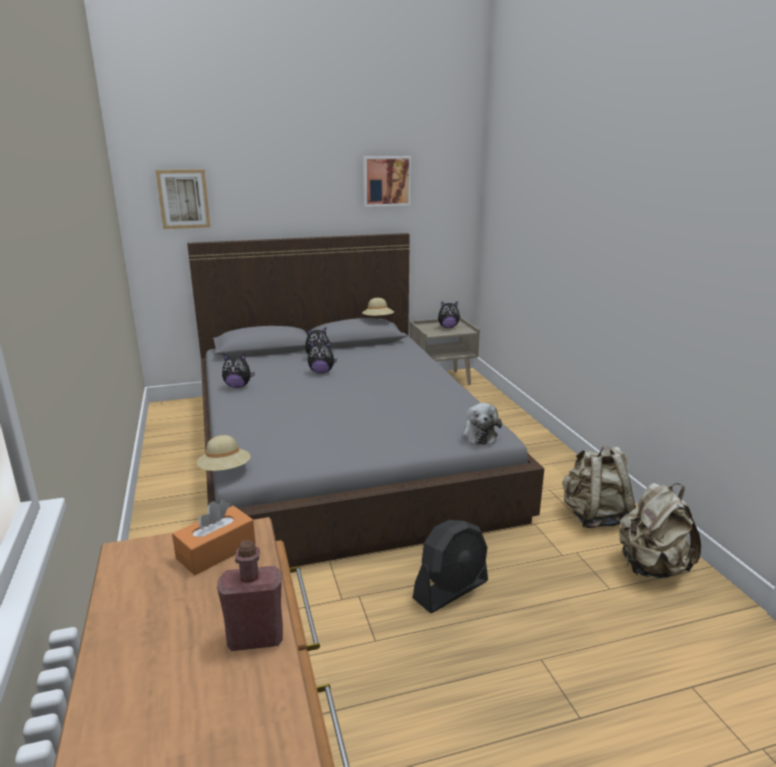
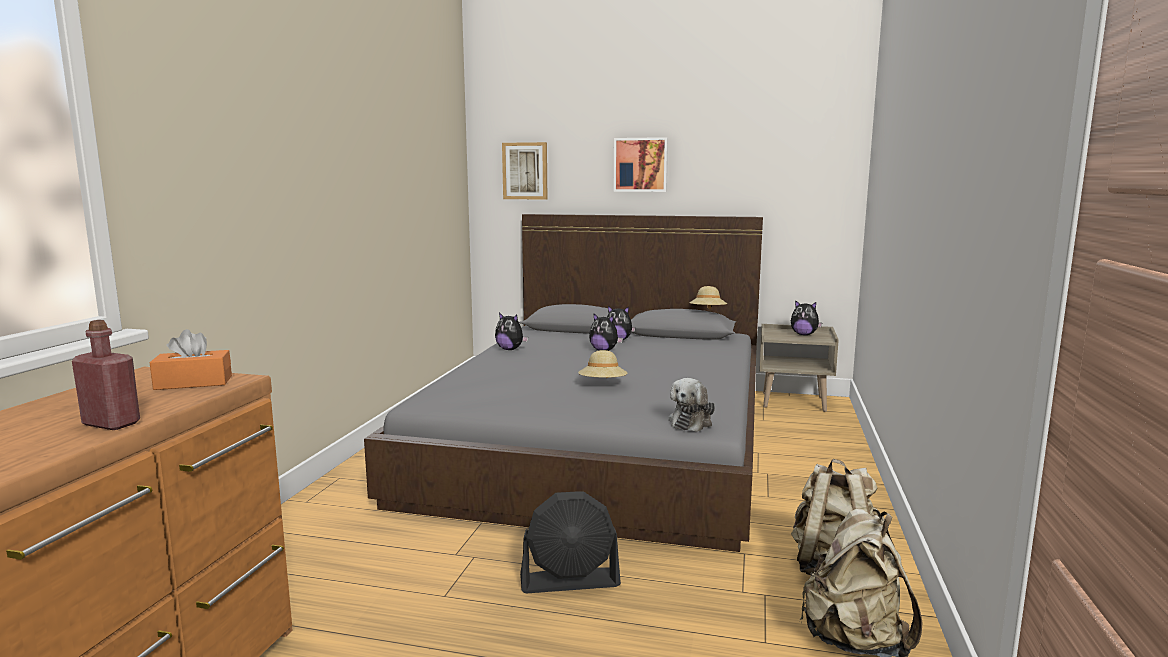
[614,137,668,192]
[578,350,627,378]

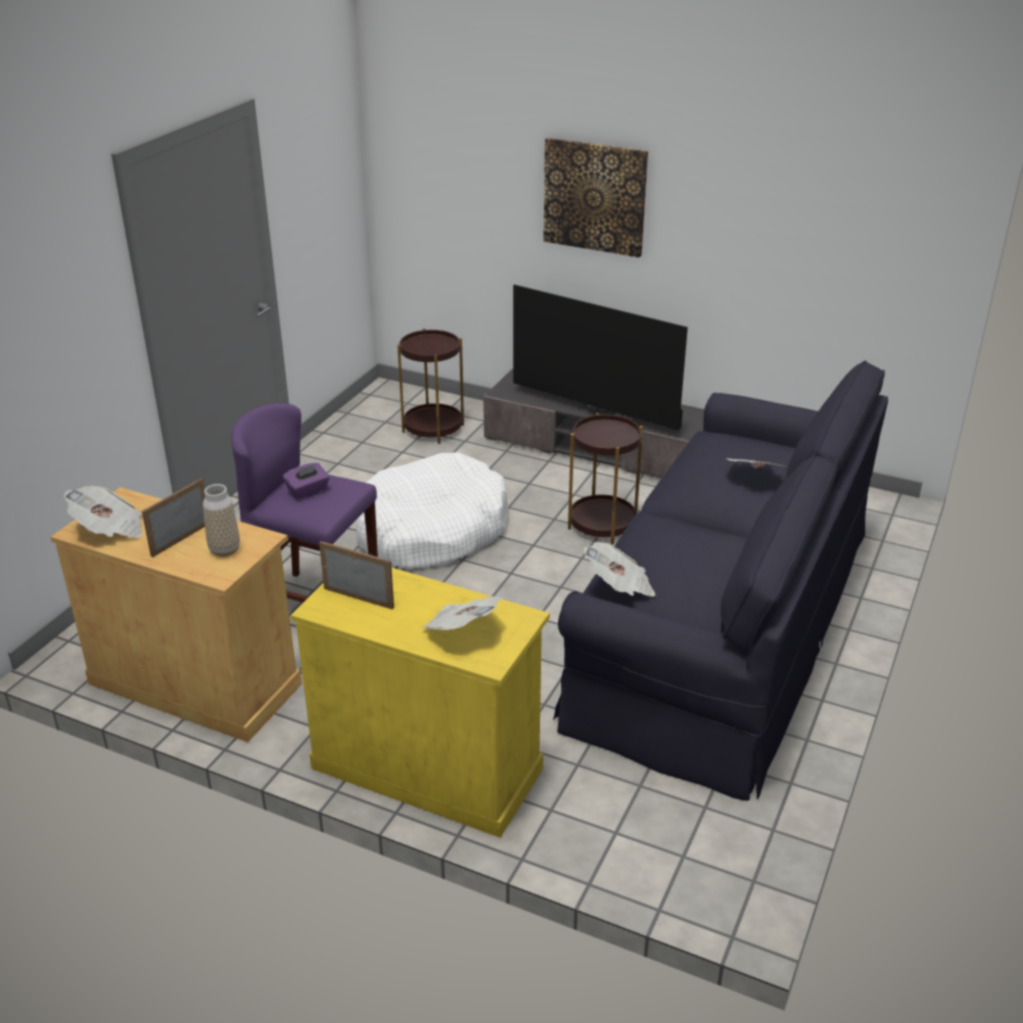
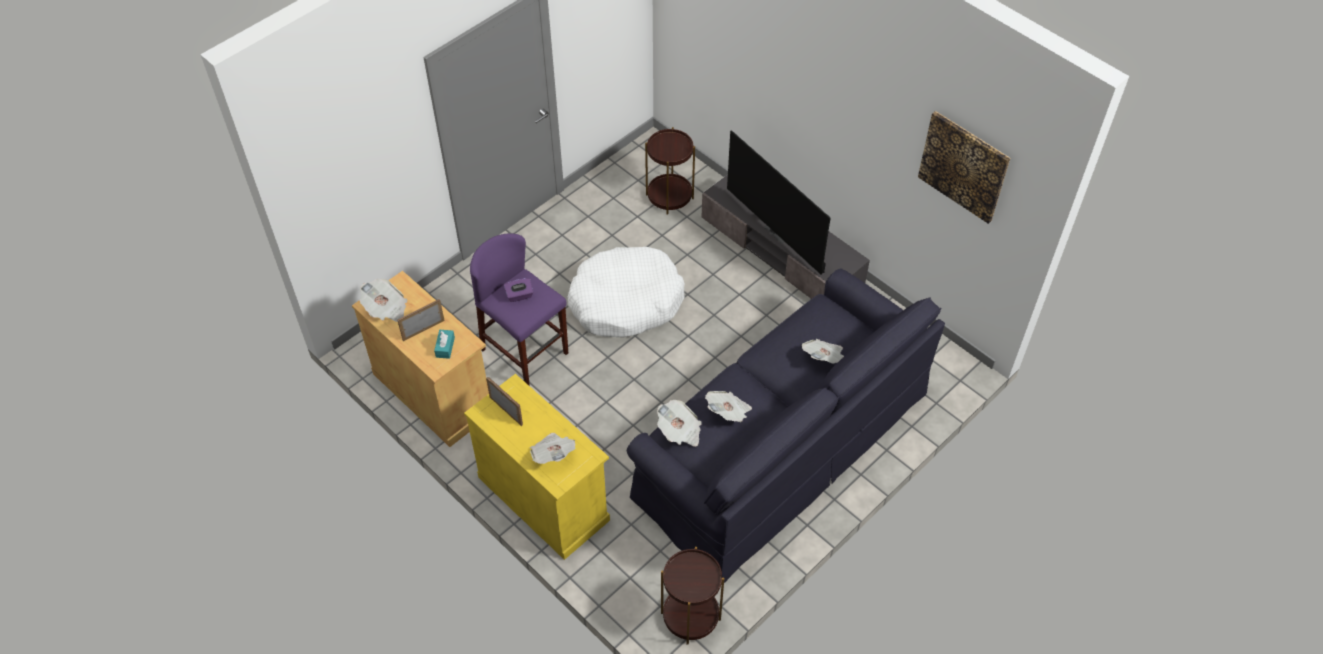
[918,111,1010,224]
[661,547,724,645]
[434,330,455,359]
[705,391,752,422]

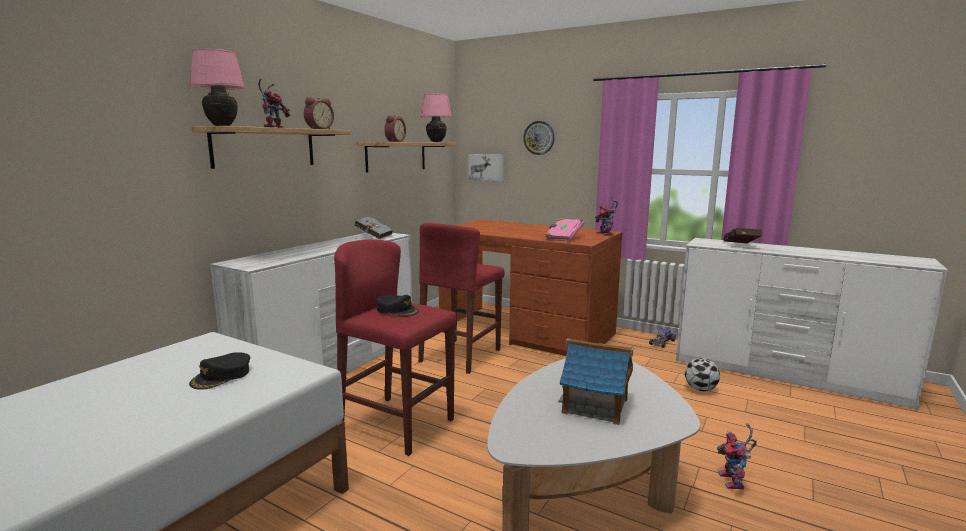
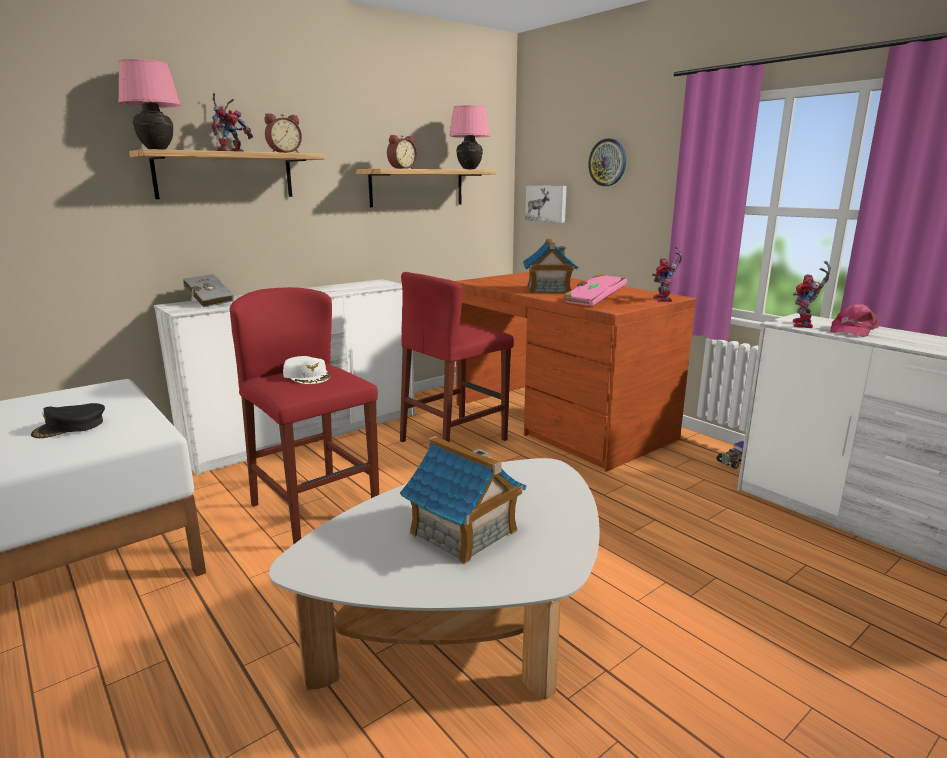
[183,274,234,308]
[830,303,879,337]
[283,356,330,384]
[685,358,720,391] (first image)
[793,261,831,328]
[523,239,578,294]

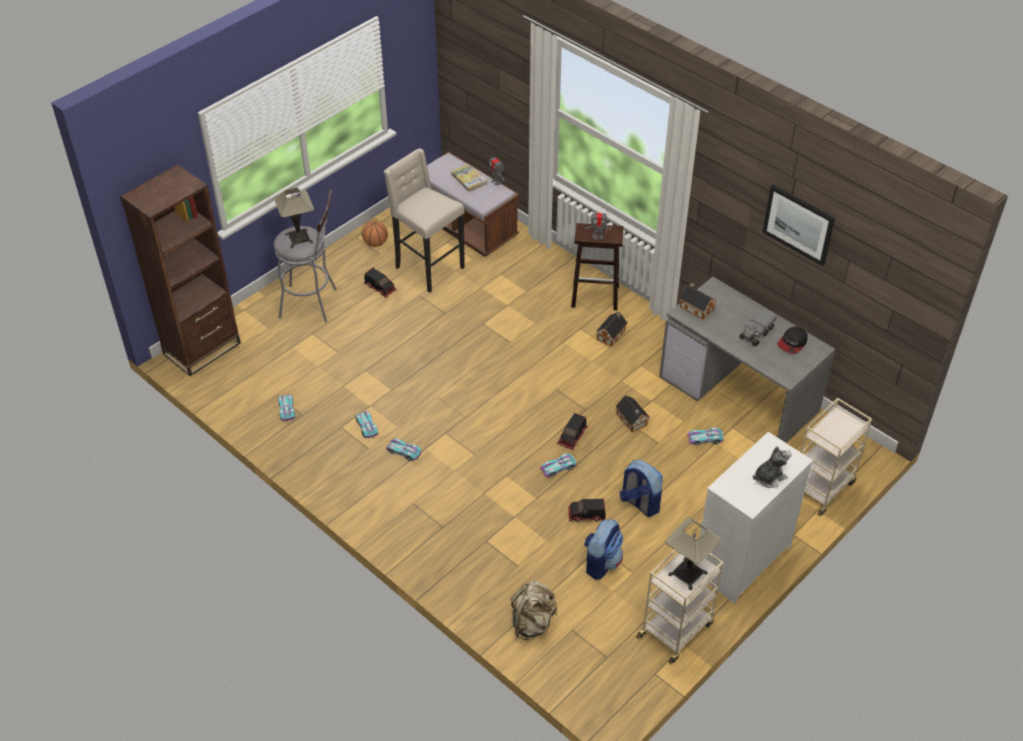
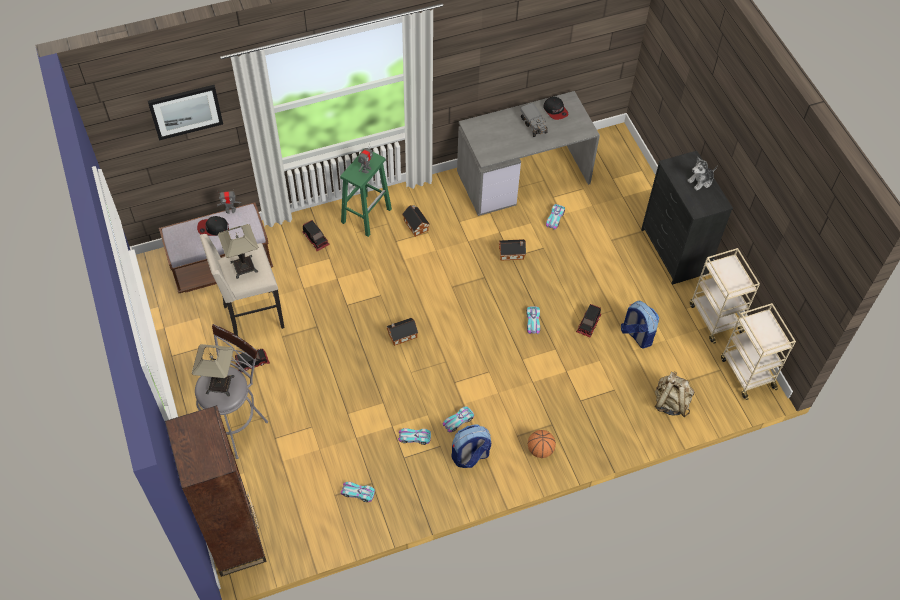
[197,216,229,236]
[148,85,223,140]
[528,430,556,458]
[340,148,392,237]
[386,318,418,346]
[721,303,796,400]
[302,220,330,251]
[641,151,733,285]
[687,156,717,190]
[451,424,491,468]
[218,224,258,279]

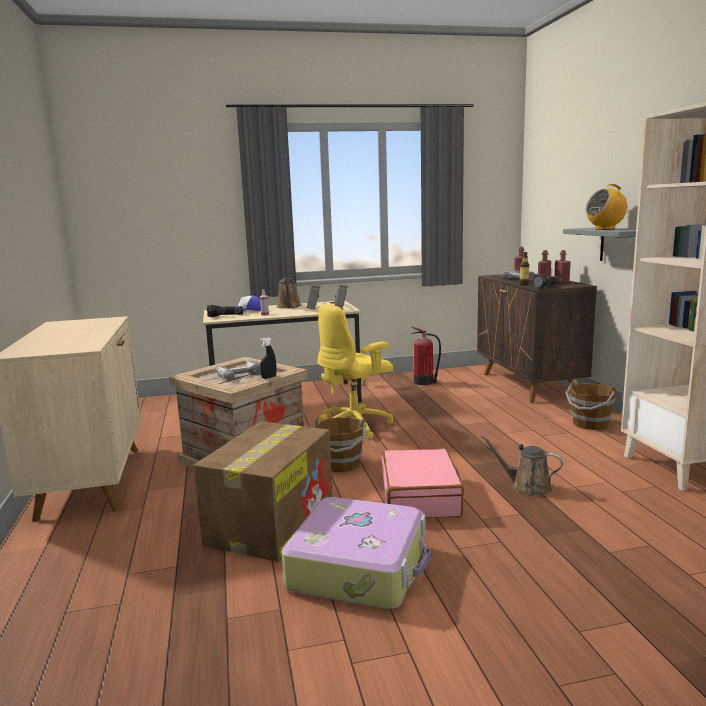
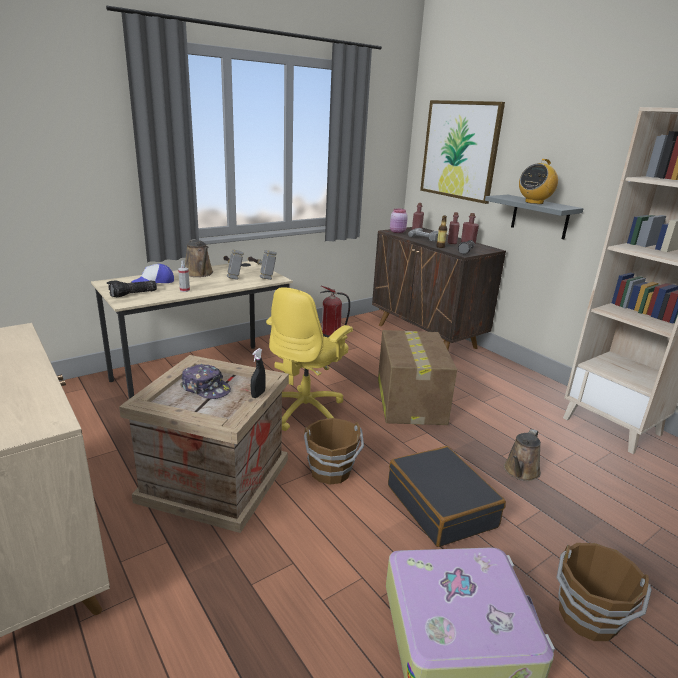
[180,364,231,399]
[556,543,652,641]
[378,330,457,425]
[504,429,541,481]
[388,446,506,547]
[420,100,505,204]
[390,208,408,233]

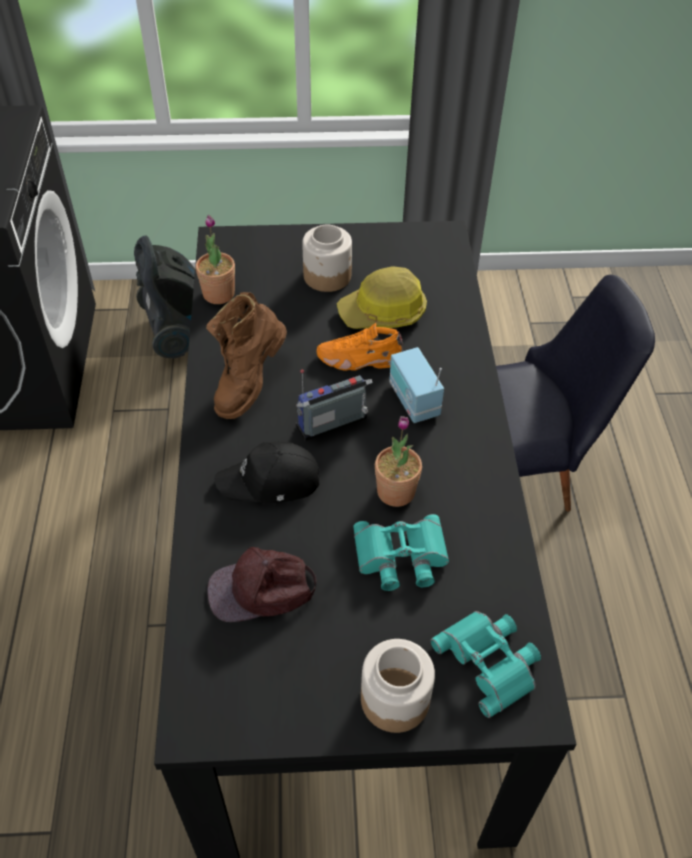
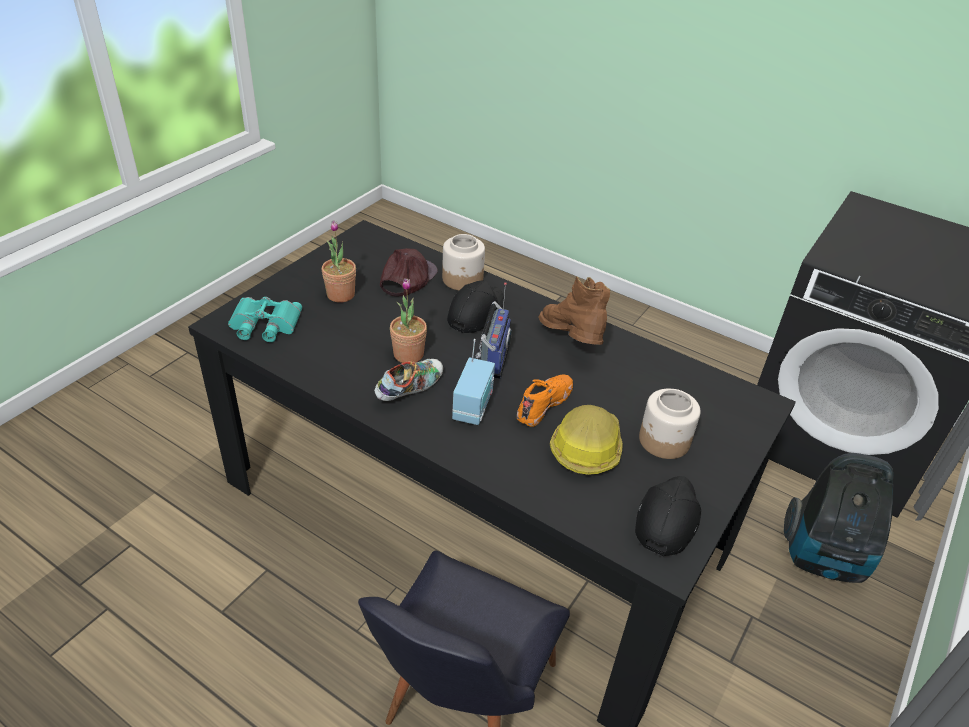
[322,220,356,303]
[452,339,495,425]
[353,514,449,591] (first image)
[442,234,485,290]
[374,359,443,401]
[635,476,701,557]

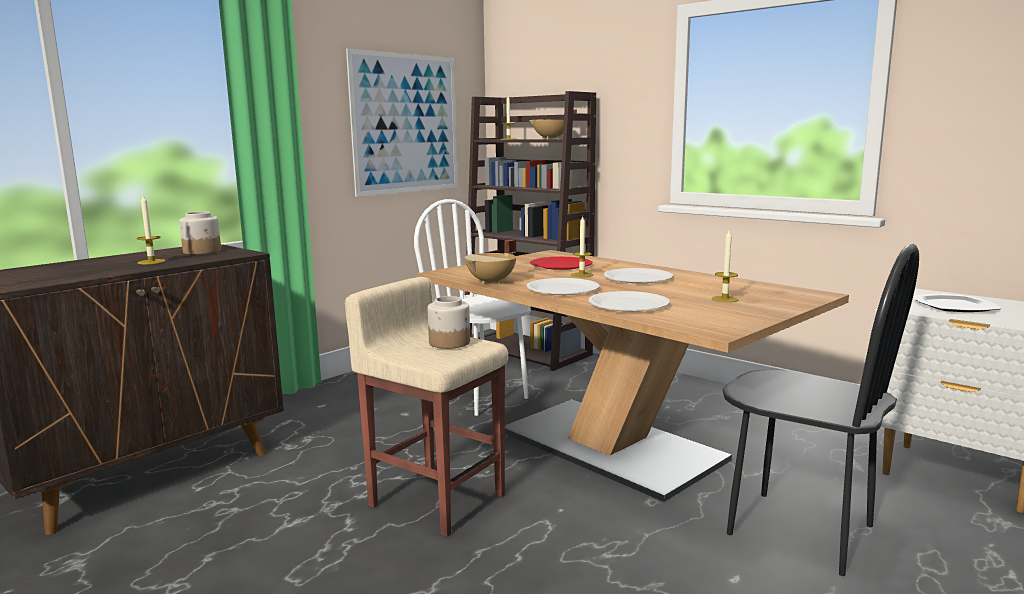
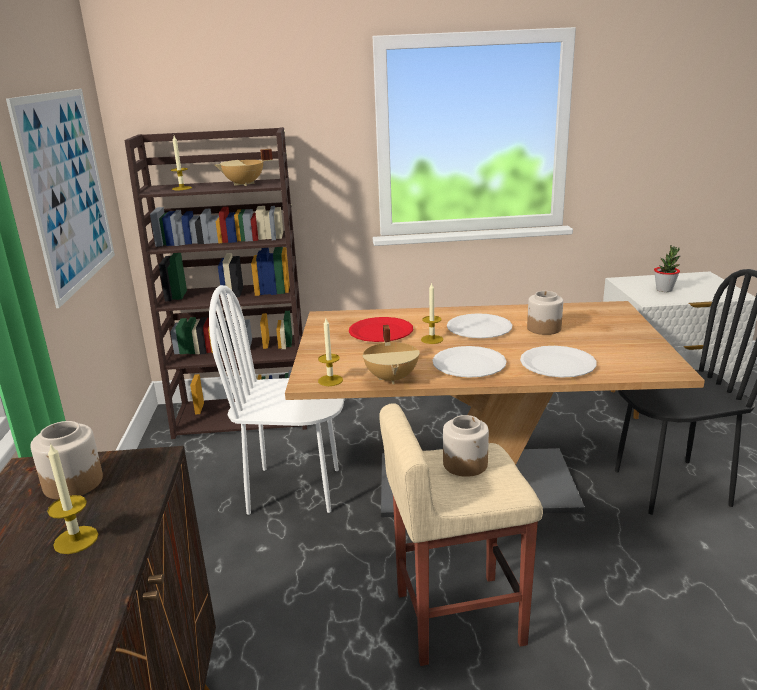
[318,319,343,386]
[654,245,680,292]
[527,291,563,335]

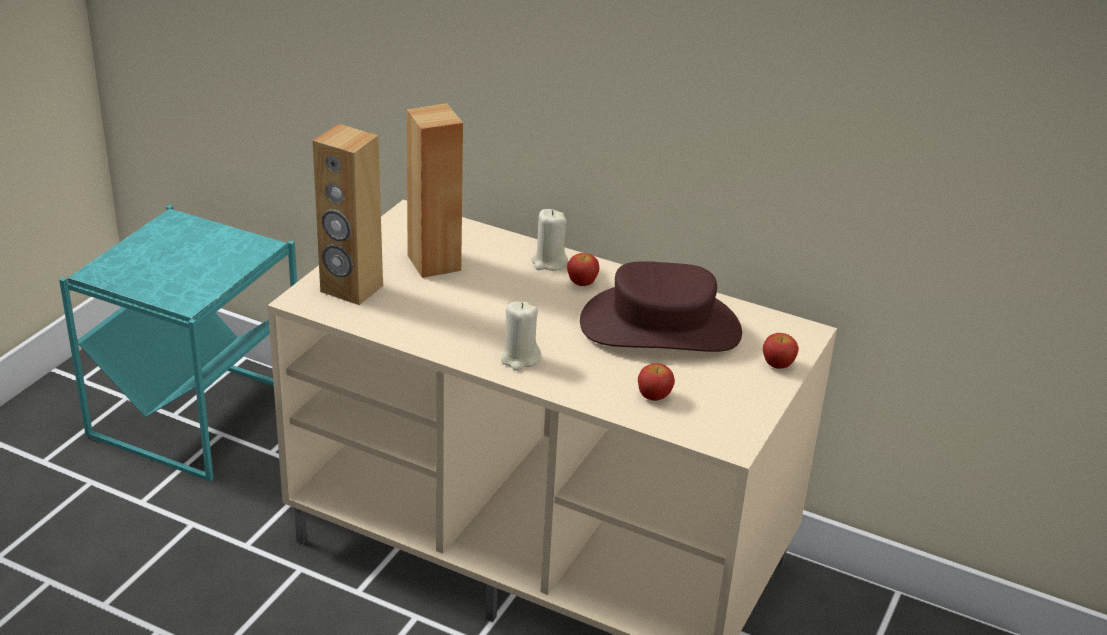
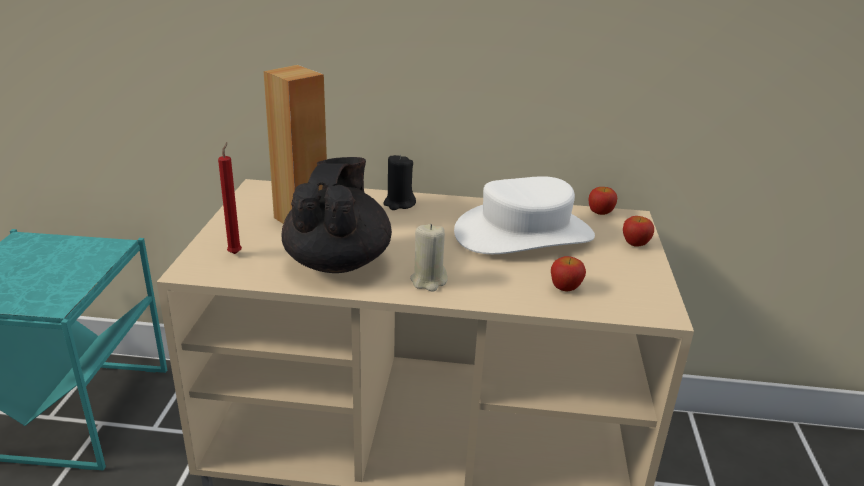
[218,142,242,254]
[383,154,416,210]
[588,187,617,215]
[454,176,595,254]
[281,157,392,273]

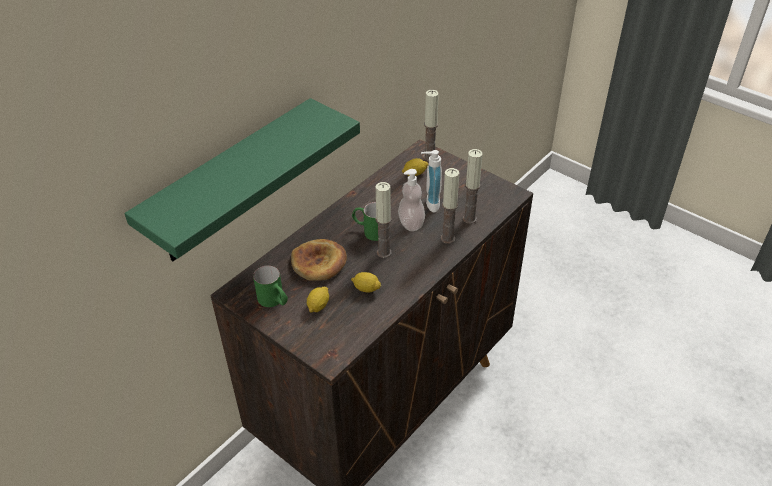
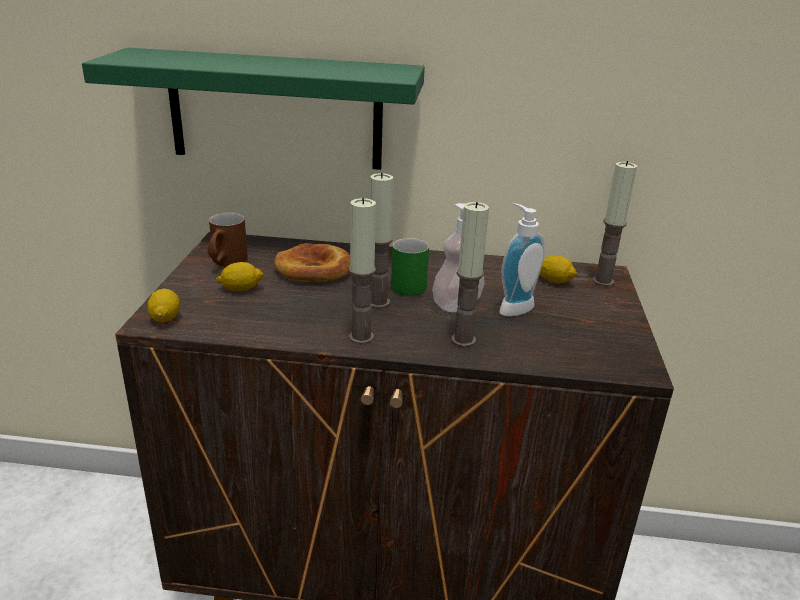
[349,198,376,344]
[207,213,248,267]
[147,288,180,322]

